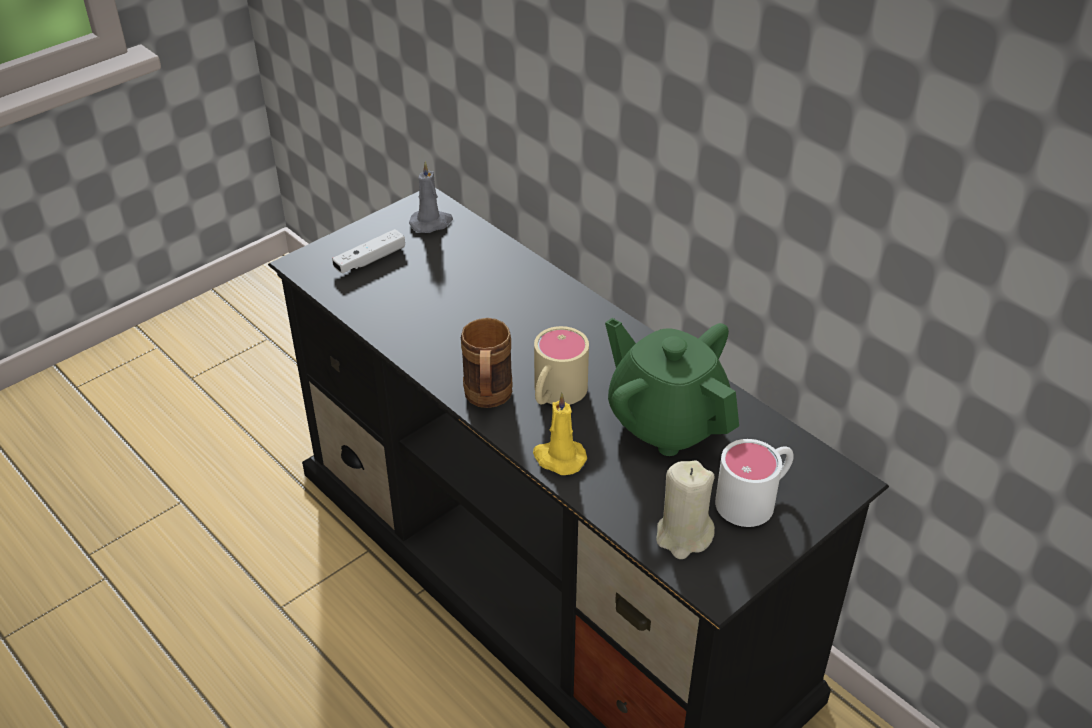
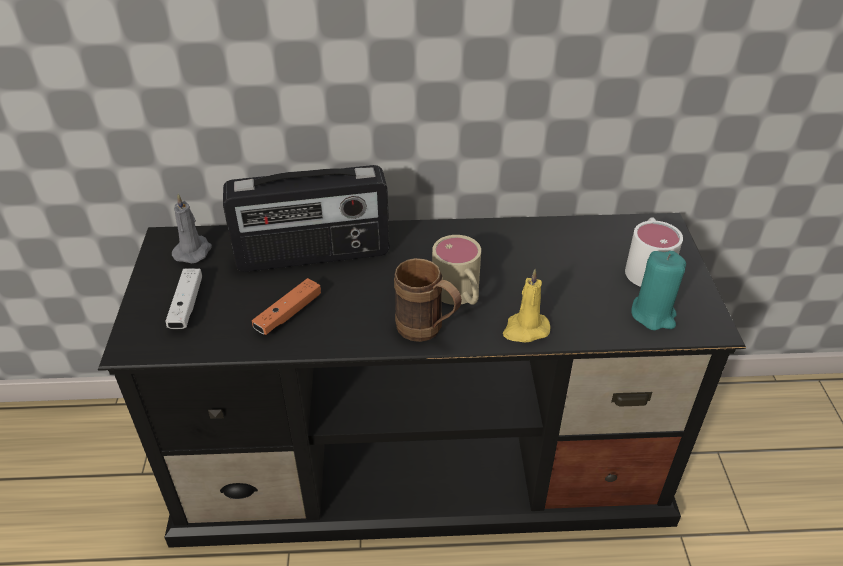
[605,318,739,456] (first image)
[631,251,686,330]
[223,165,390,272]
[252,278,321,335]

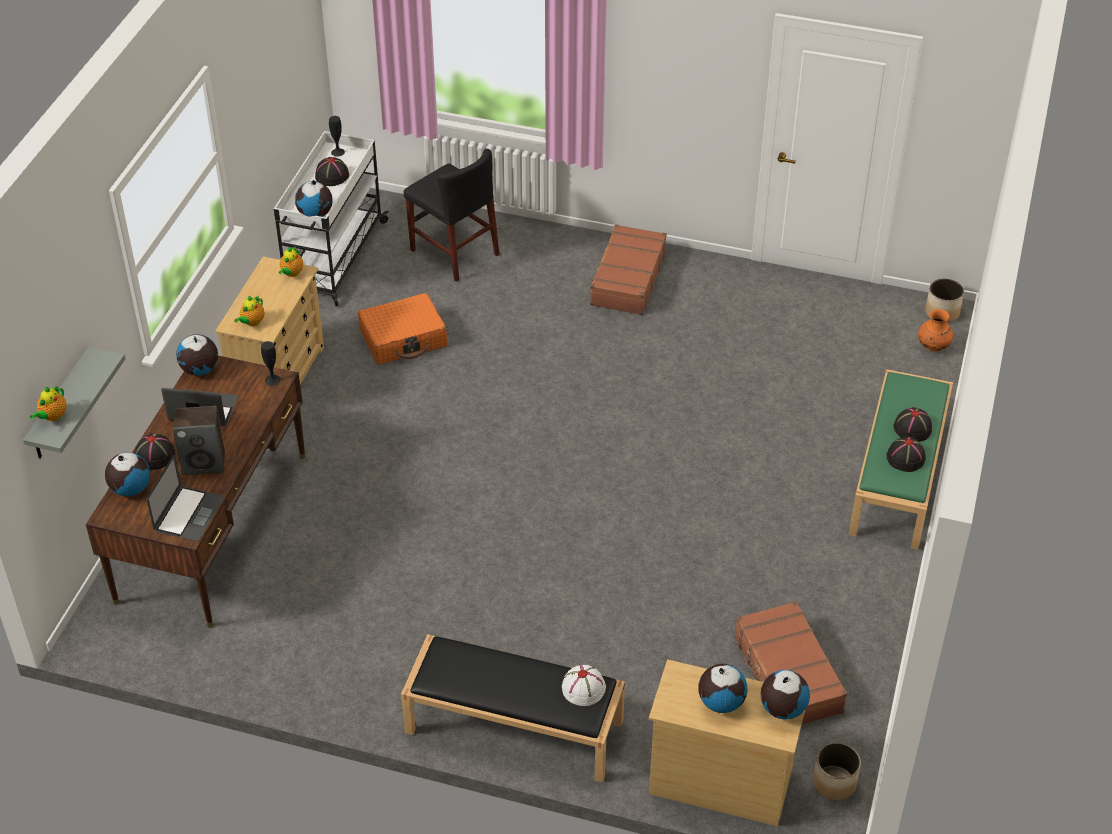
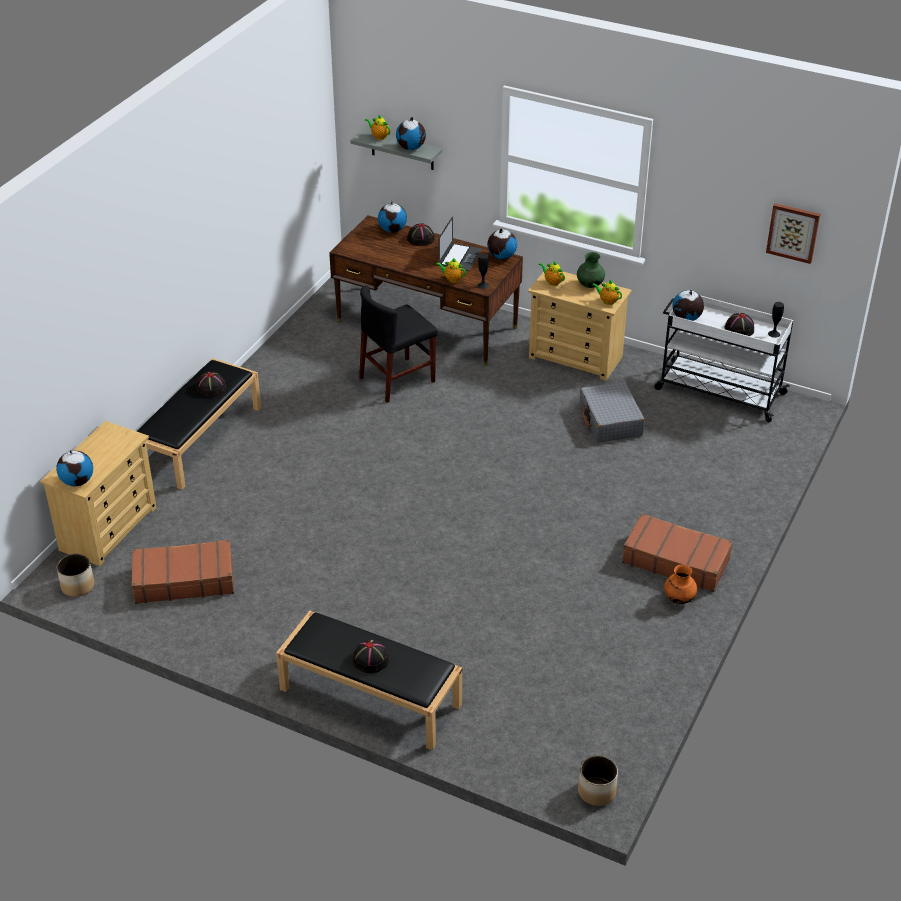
[359,285,438,403]
[580,382,645,443]
[664,564,697,604]
[276,611,462,750]
[173,406,225,475] (first image)
[196,372,226,397]
[146,455,224,541] (first image)
[396,117,426,150]
[562,665,606,706] (first image)
[766,203,820,264]
[577,252,605,288]
[436,258,466,283]

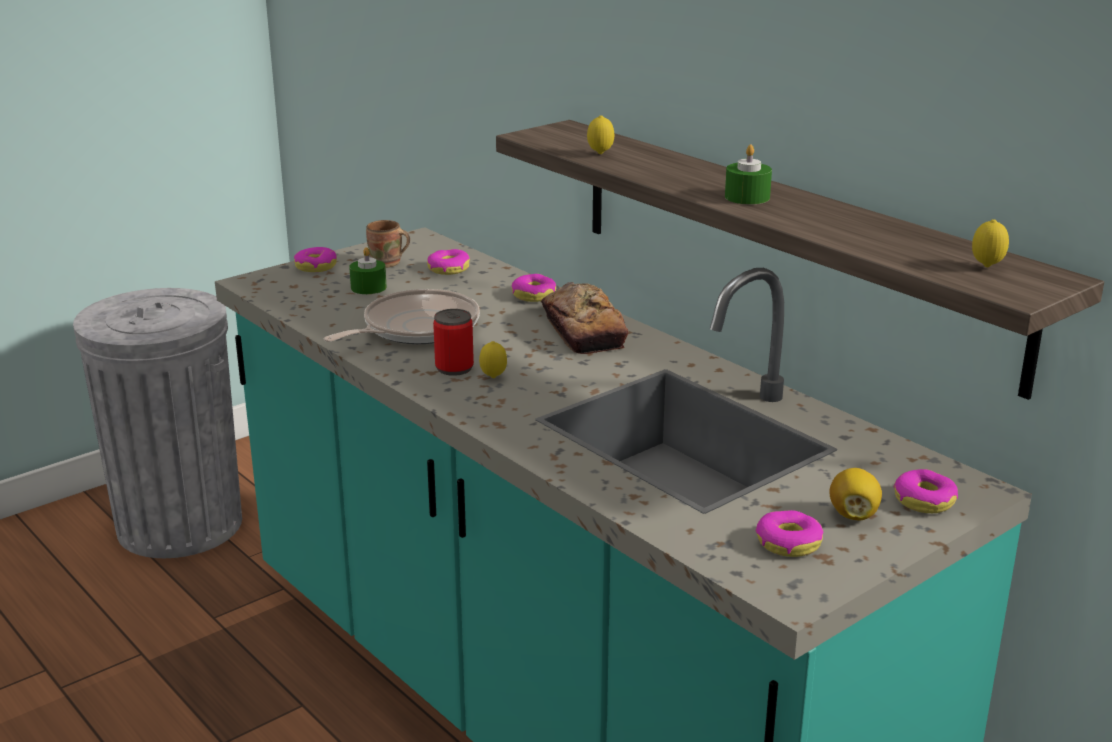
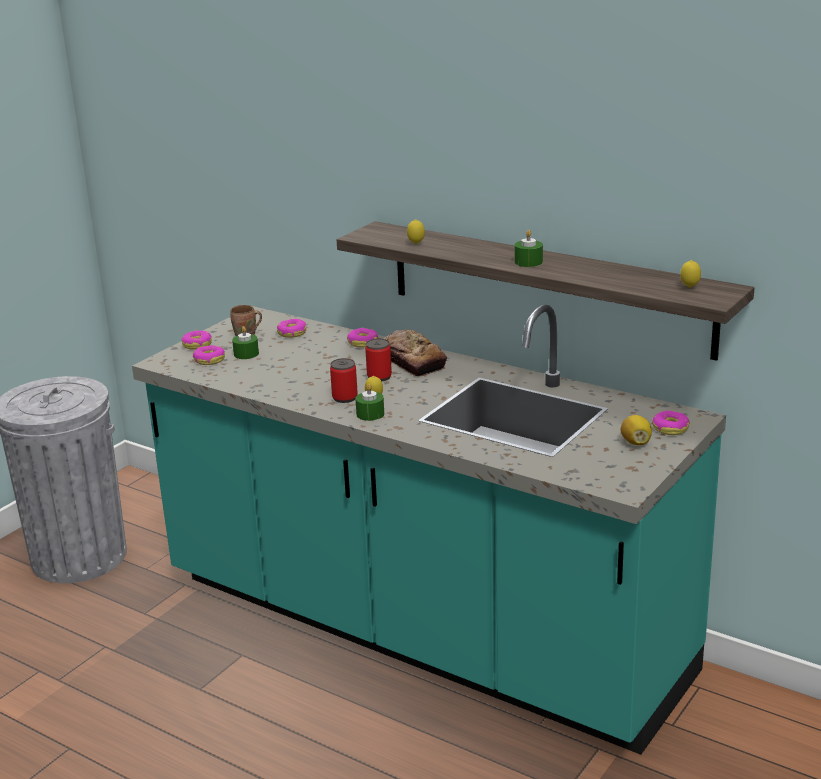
[324,289,480,344] (first image)
[193,345,225,365]
[365,339,392,381]
[355,384,384,421]

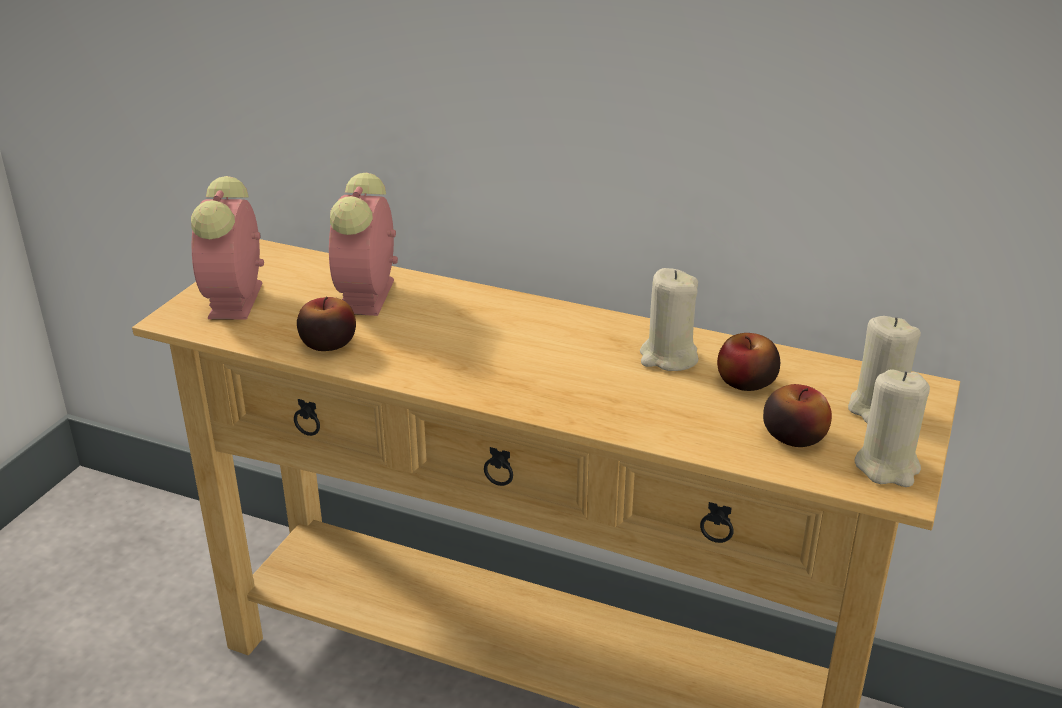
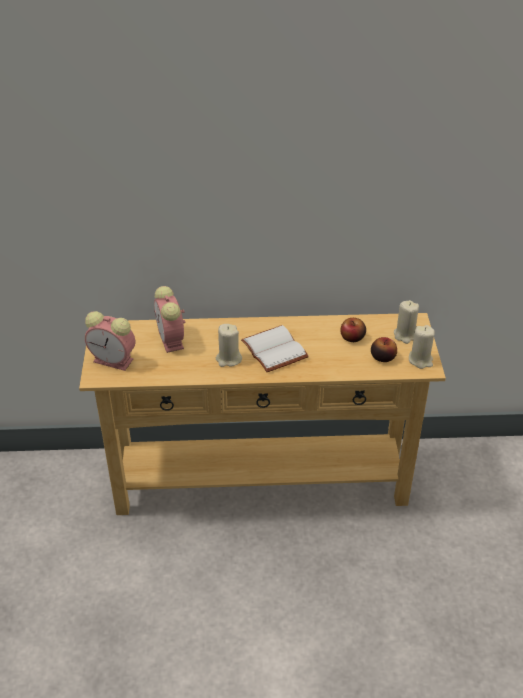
[85,311,135,371]
[216,324,242,367]
[297,296,356,351] (first image)
[241,325,309,372]

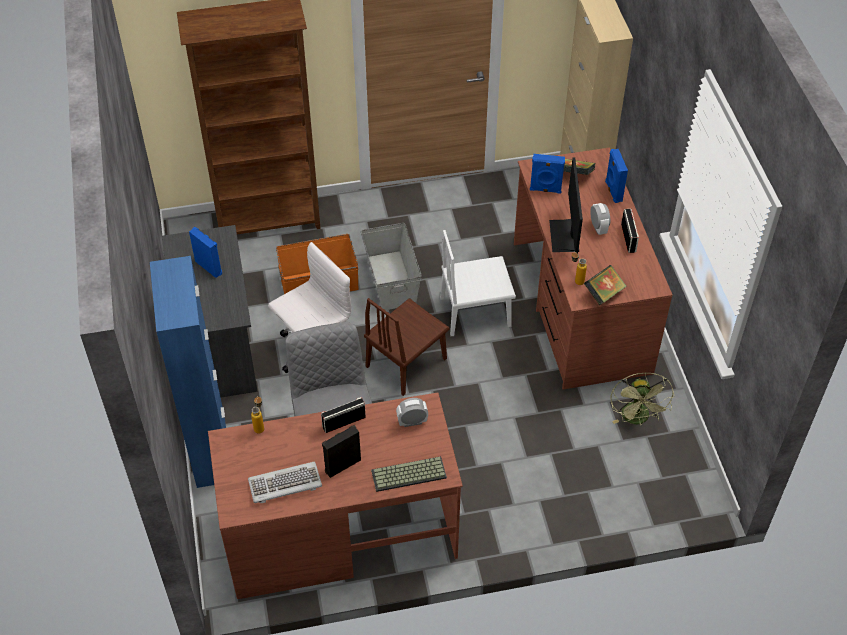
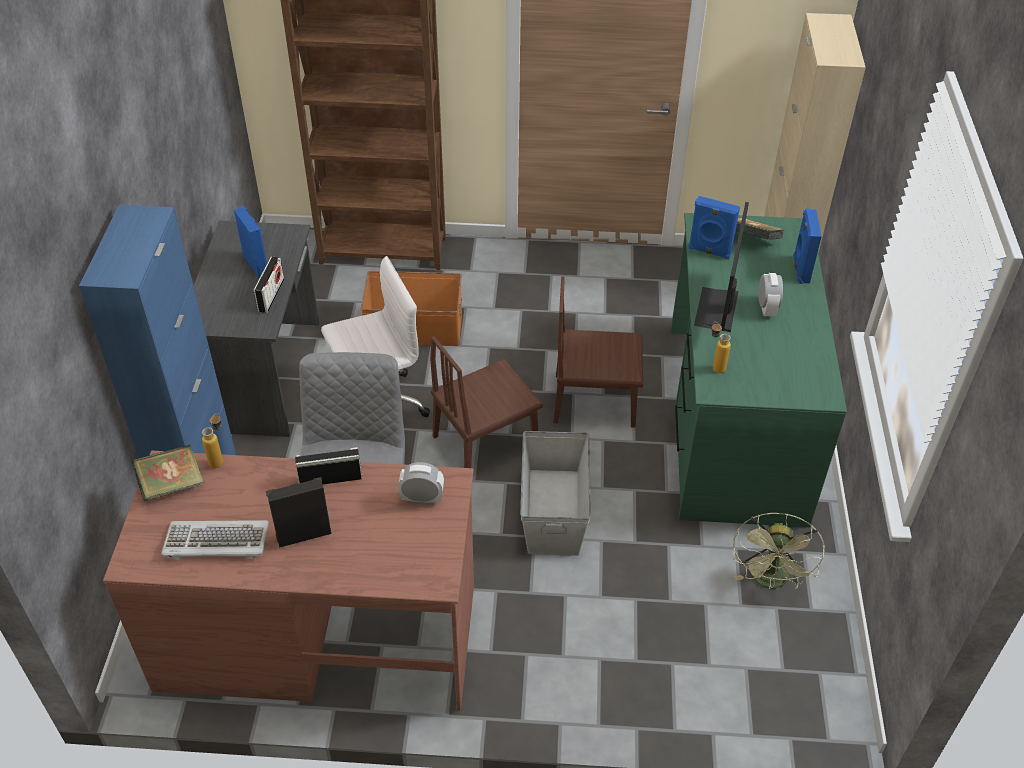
[671,213,847,527]
[254,256,284,313]
[520,431,591,556]
[553,276,643,428]
[132,445,203,501]
[371,456,447,492] (first image)

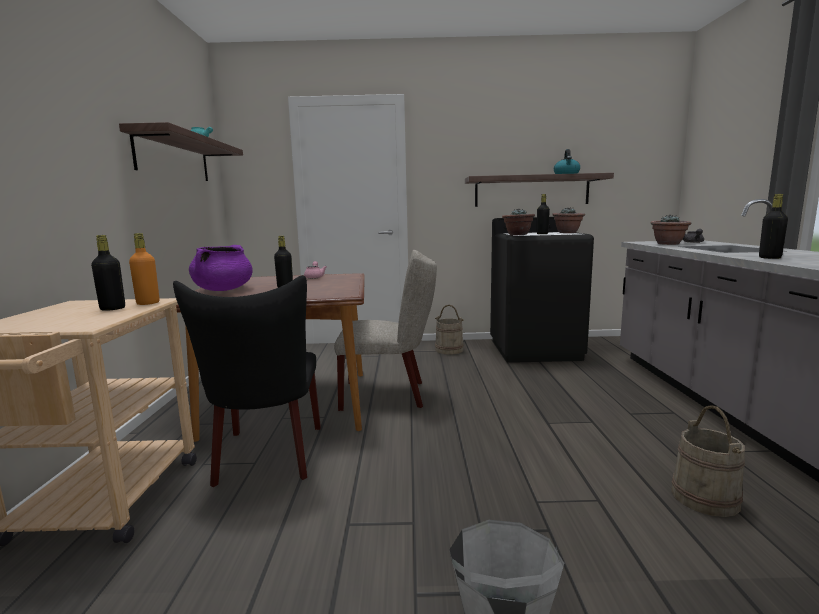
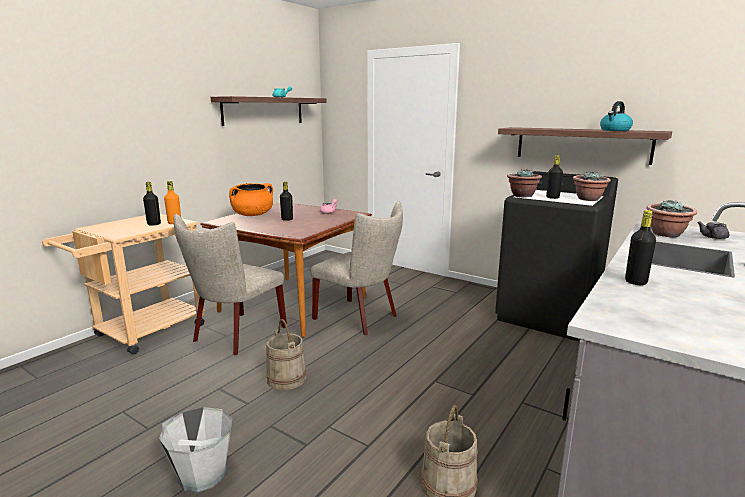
[229,183,273,216]
[174,214,287,355]
[266,319,307,390]

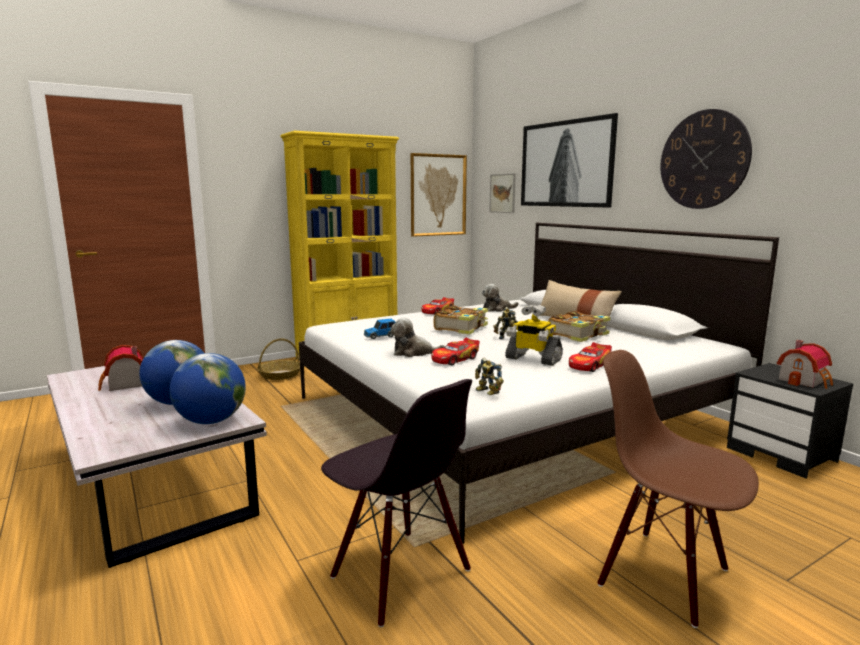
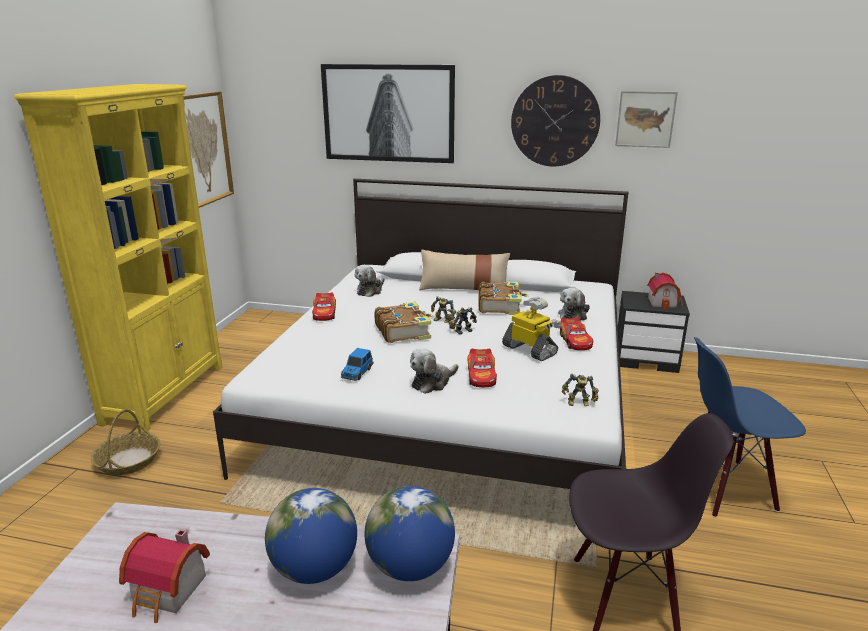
[615,91,678,148]
[502,297,561,361]
[694,337,806,518]
[558,288,590,321]

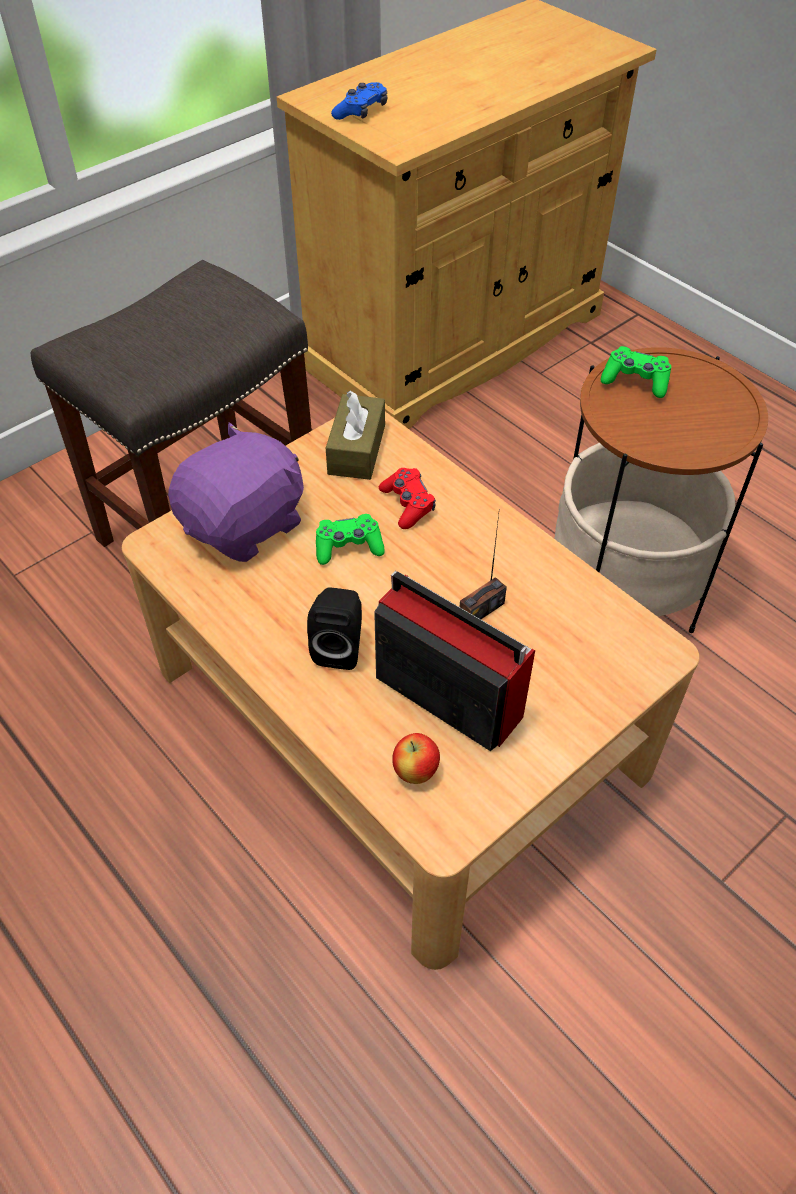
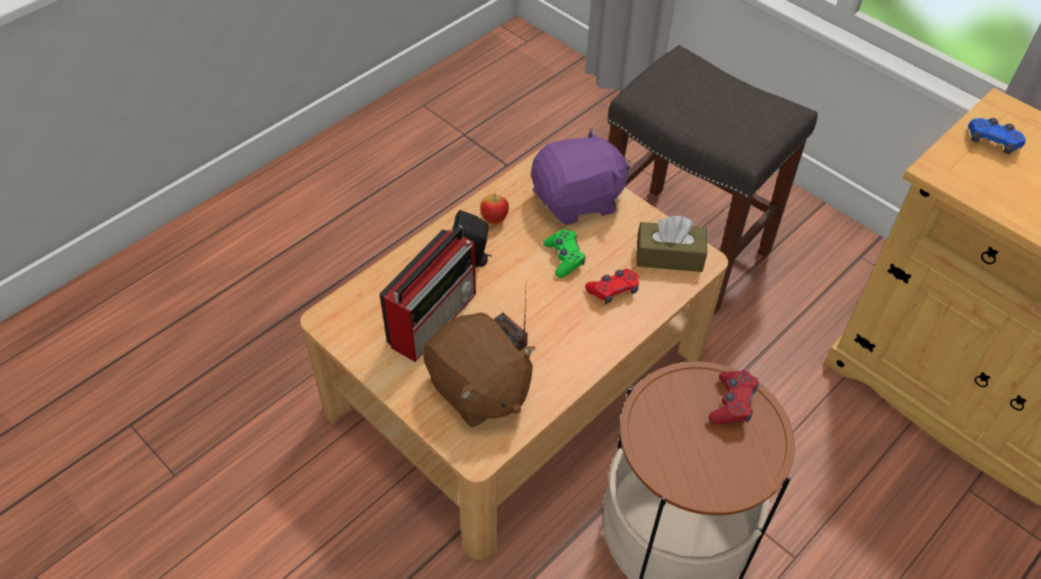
[709,370,759,425]
[531,127,630,225]
[480,193,509,224]
[423,312,535,427]

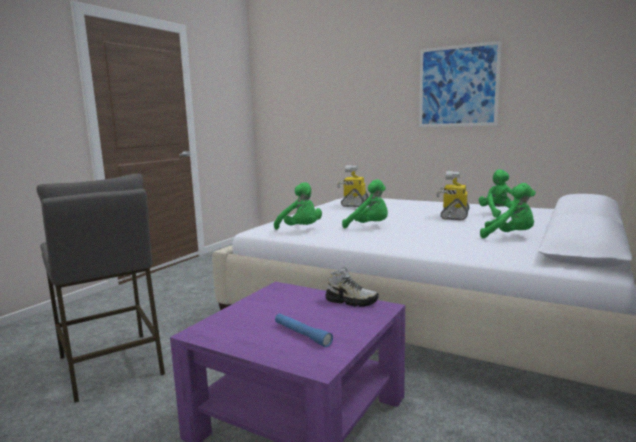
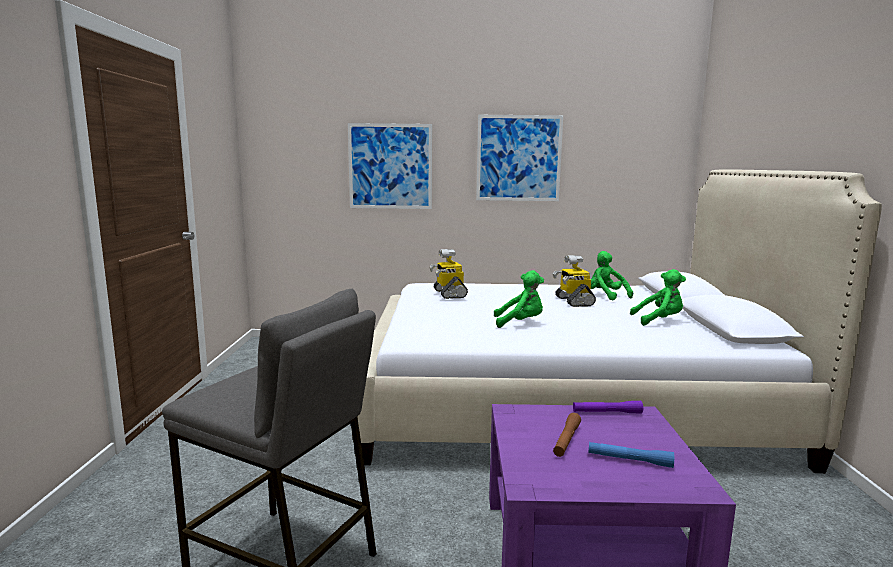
[274,182,322,230] (first image)
[573,401,643,413]
[348,123,432,209]
[553,413,581,457]

